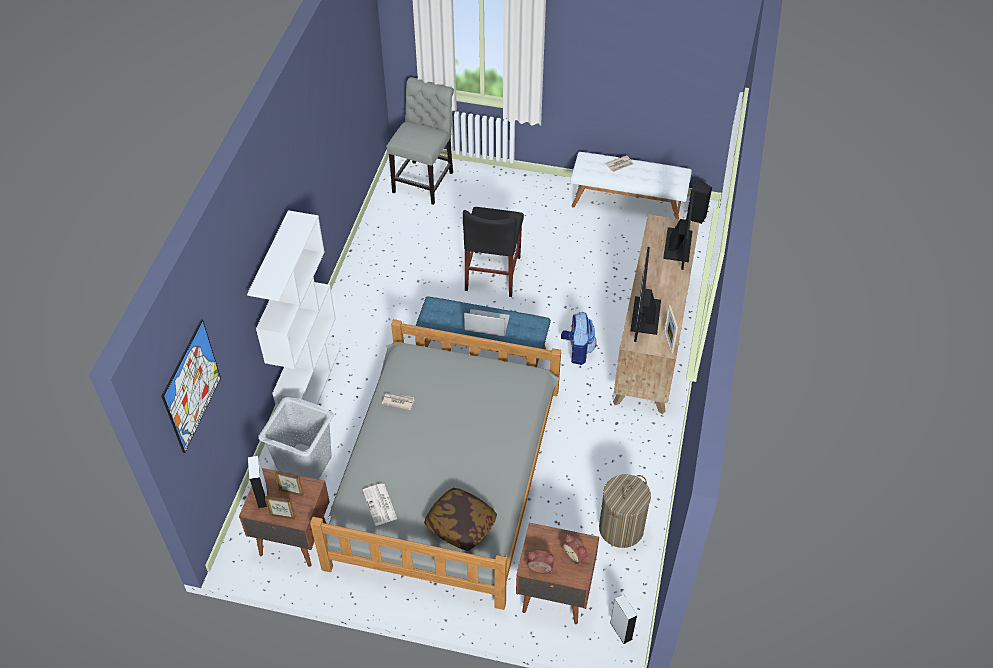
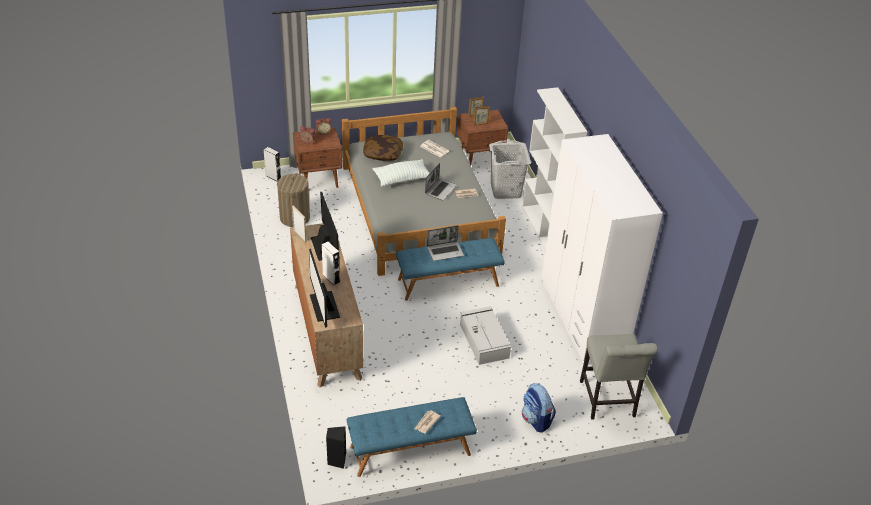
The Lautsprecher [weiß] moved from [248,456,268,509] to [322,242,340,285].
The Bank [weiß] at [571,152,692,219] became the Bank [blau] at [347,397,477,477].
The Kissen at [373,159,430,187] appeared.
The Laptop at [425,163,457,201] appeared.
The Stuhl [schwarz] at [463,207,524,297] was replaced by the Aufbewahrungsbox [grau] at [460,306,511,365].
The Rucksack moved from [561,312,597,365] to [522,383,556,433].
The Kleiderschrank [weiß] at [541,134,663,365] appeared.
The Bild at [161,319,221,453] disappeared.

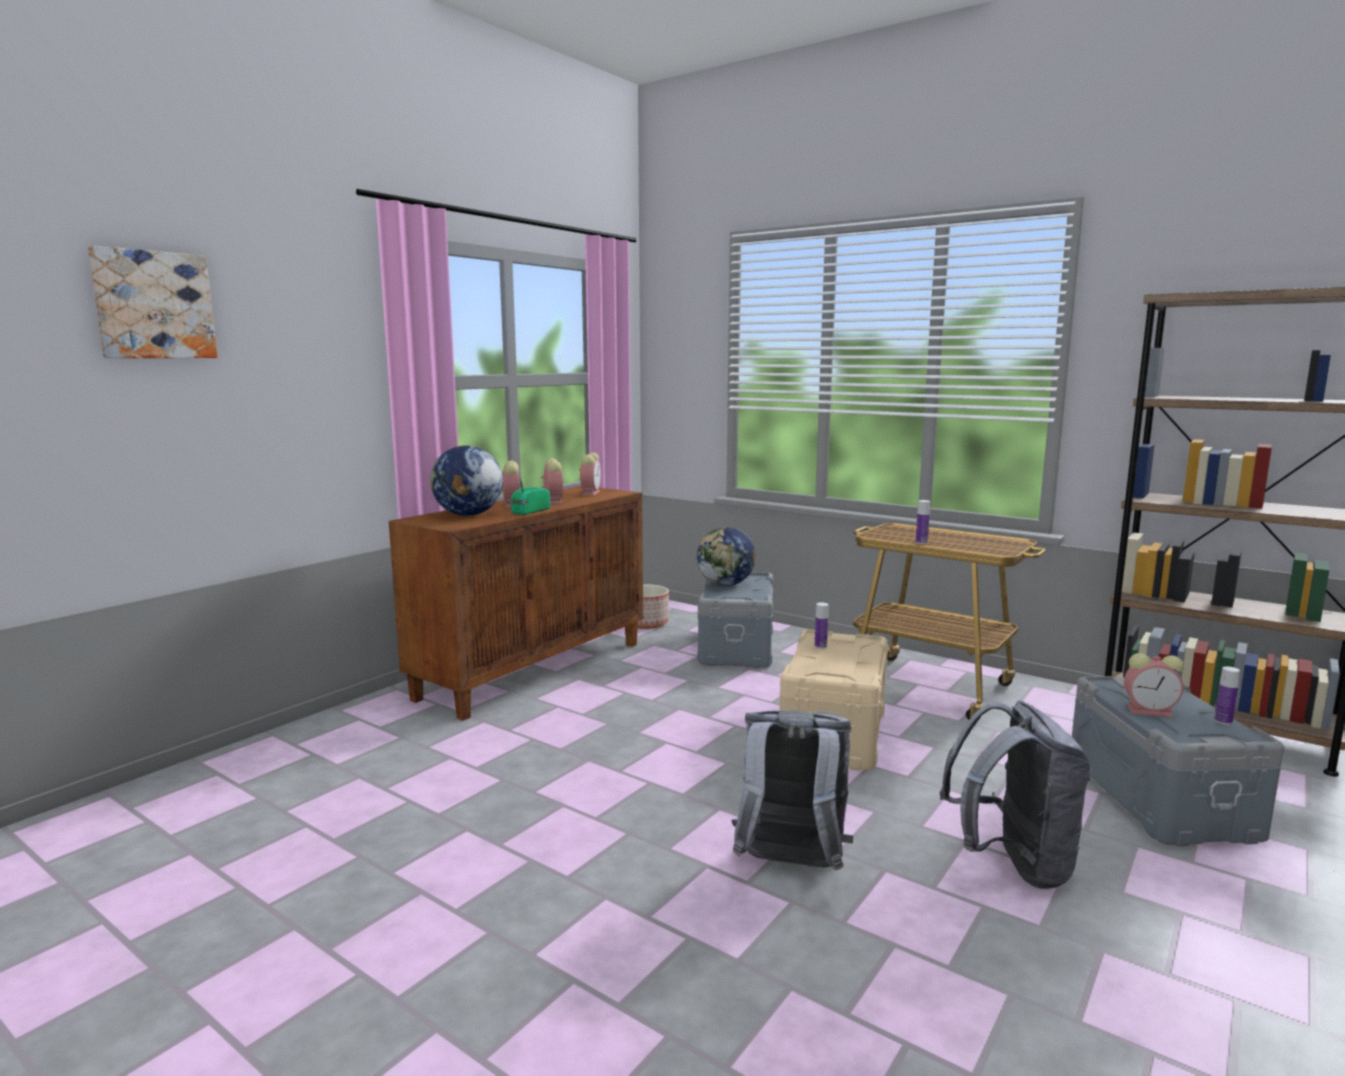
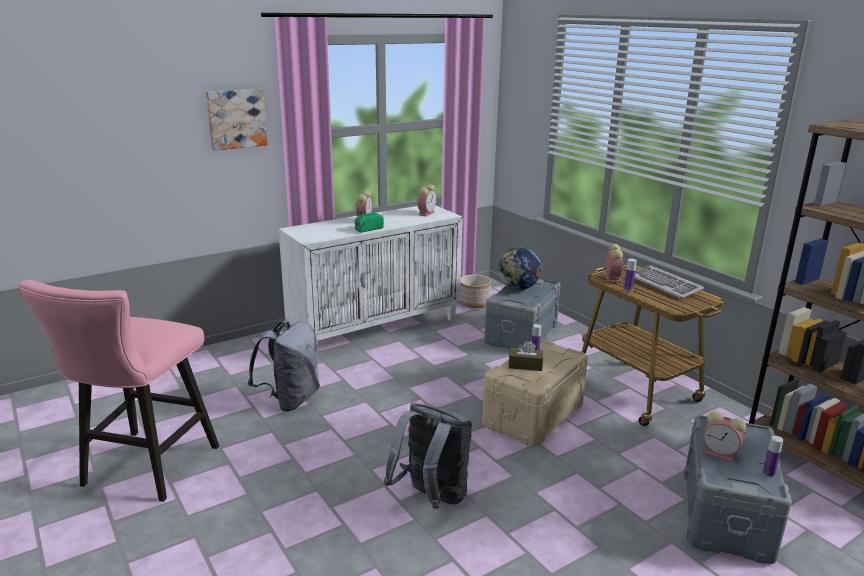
The Hocker [rosa] at [18,280,219,502] appeared.
The Bild moved from [88,246,217,358] to [206,89,268,150].
The Rucksack [grau] moved from [939,701,1091,889] to [248,320,320,411].
The Schrank [braun] at [389,486,643,721] became the Schrank [weiß] at [278,205,463,358].
The Taschentuchbox [braun] at [509,341,543,371] appeared.
The Wecker moved from [541,458,563,504] to [604,244,623,283].
The Tastatur at [635,265,704,299] appeared.
The Globus at [429,446,503,516] disappeared.

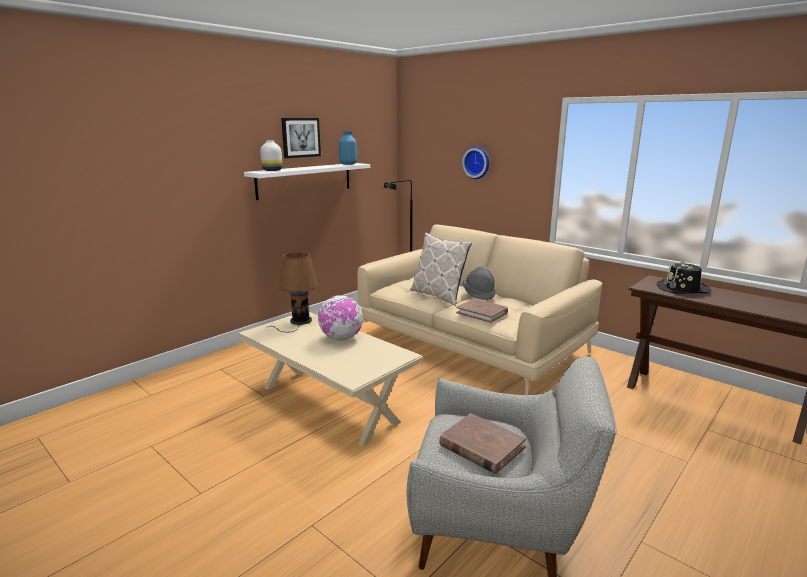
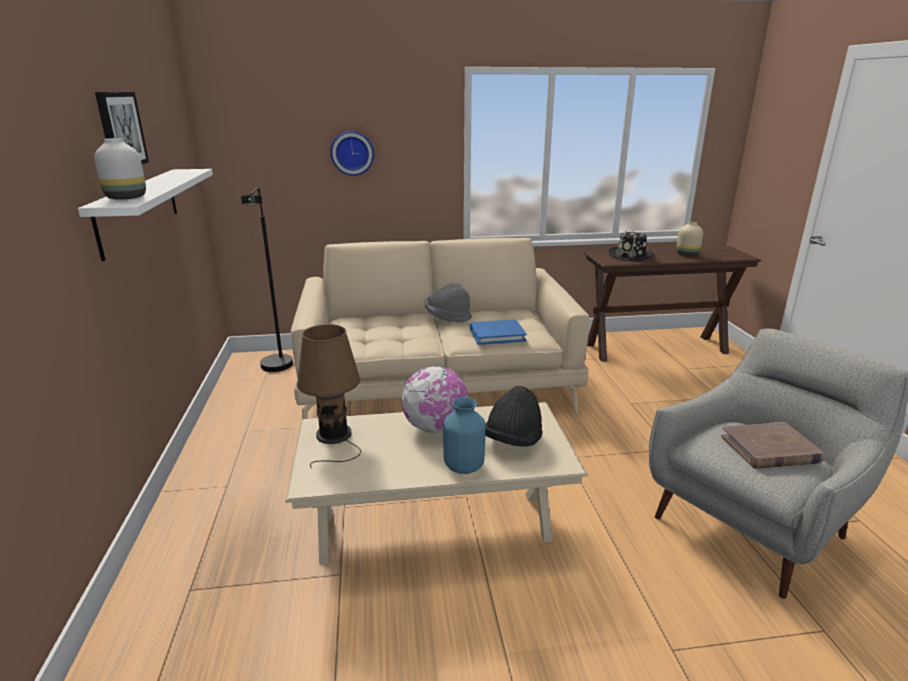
The Vase [blau] moved from [339,131,357,165] to [443,397,485,474].
The Buch [braun] at [456,299,508,323] became the Buch [blau] at [470,319,527,345].
The Hut [schwarz] at [485,386,542,447] appeared.
The Vase [beige] at [676,222,703,256] appeared.
The Kissen at [410,233,472,306] disappeared.

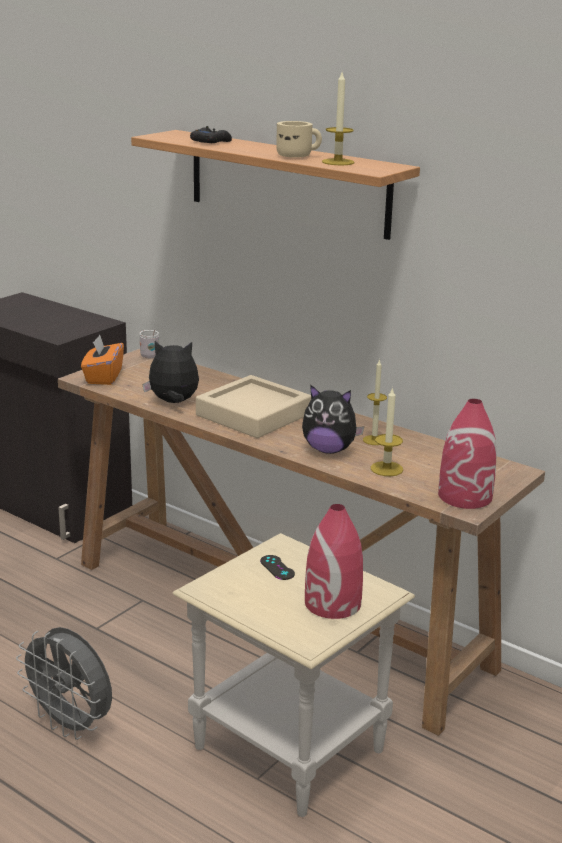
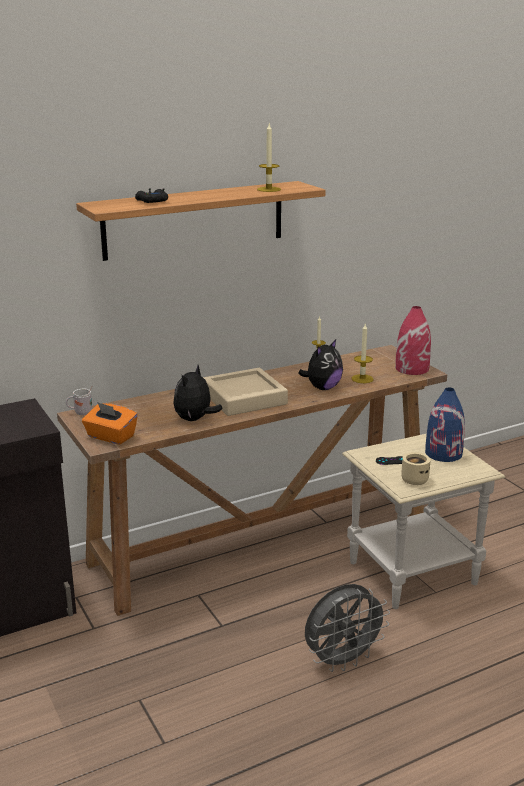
The Henkelbecher [beige] moved from [276,121,322,158] to [401,452,431,485].
The Vase [rot] at [305,504,363,619] became the Vase [blau] at [425,388,465,462].

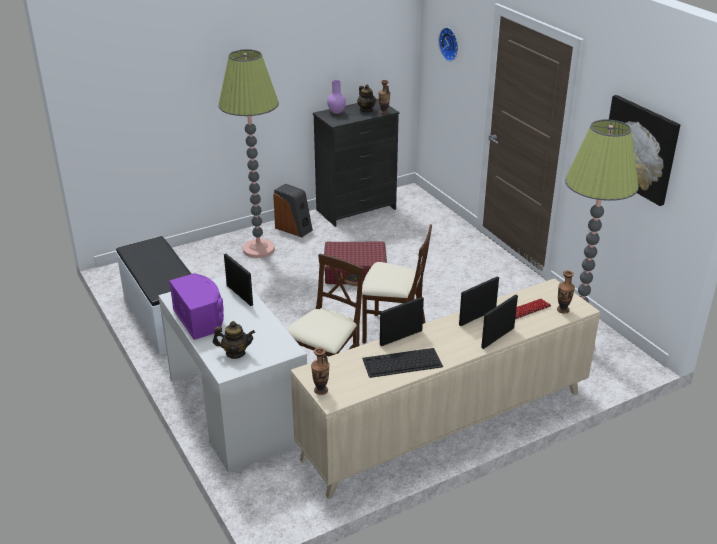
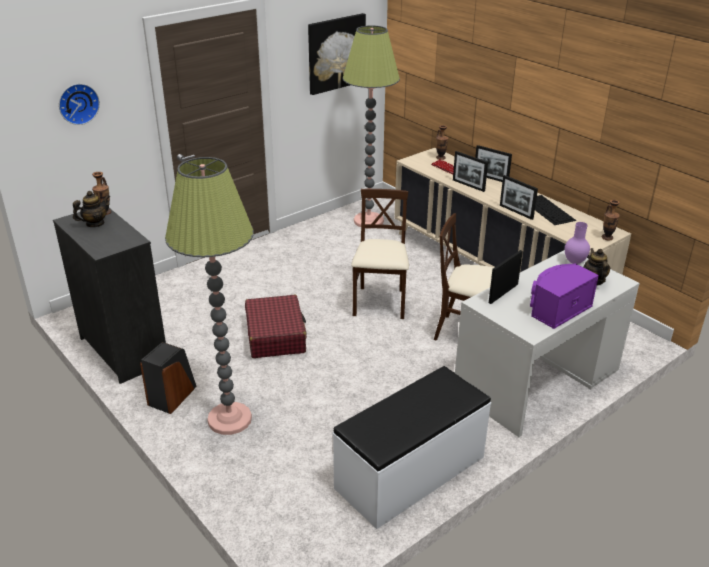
The Vase [lila] moved from [327,80,346,114] to [565,222,590,264].

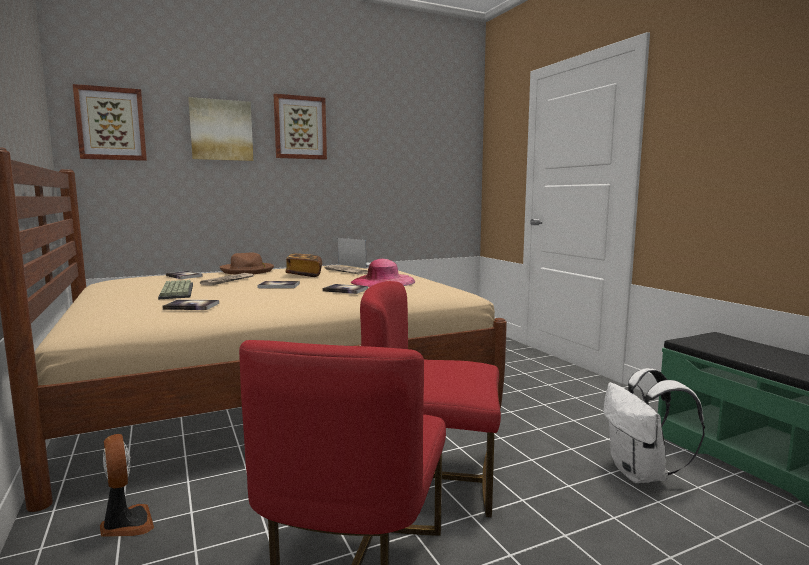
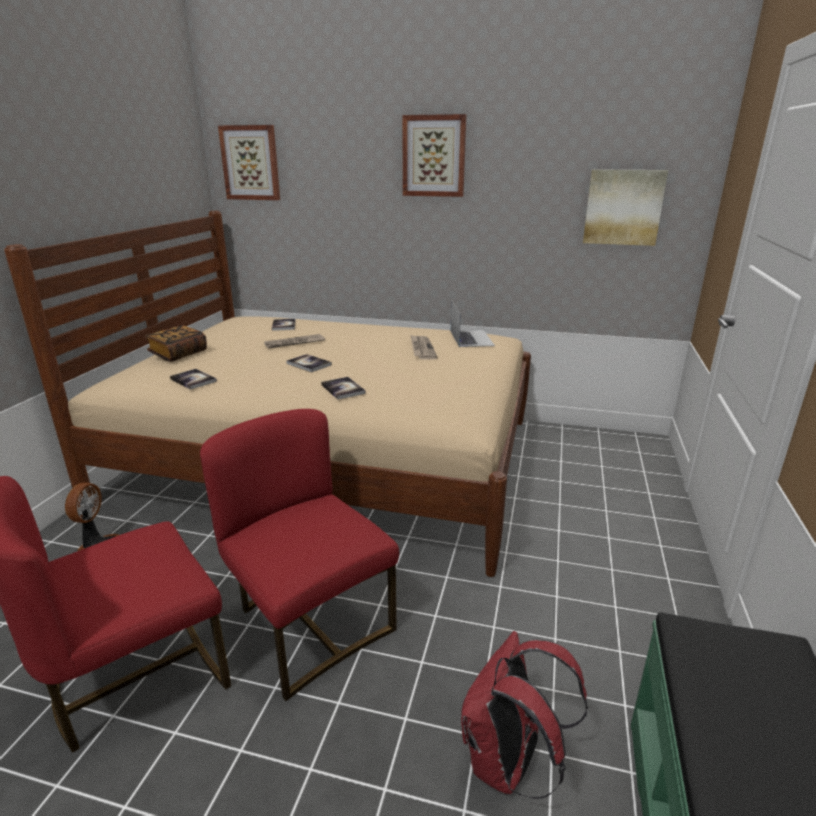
The Buch moved from [285,253,322,277] to [145,325,207,362].
The Rucksack [weiß] at [603,368,705,483] became the Rucksack [rot] at [461,631,588,799].
The Bild moved from [188,97,253,161] to [583,169,668,246].
The Tastatur at [158,280,193,300] disappeared.
The Hut [braun] at [220,253,274,275] disappeared.
The Hut [rosa] at [351,259,415,287] disappeared.

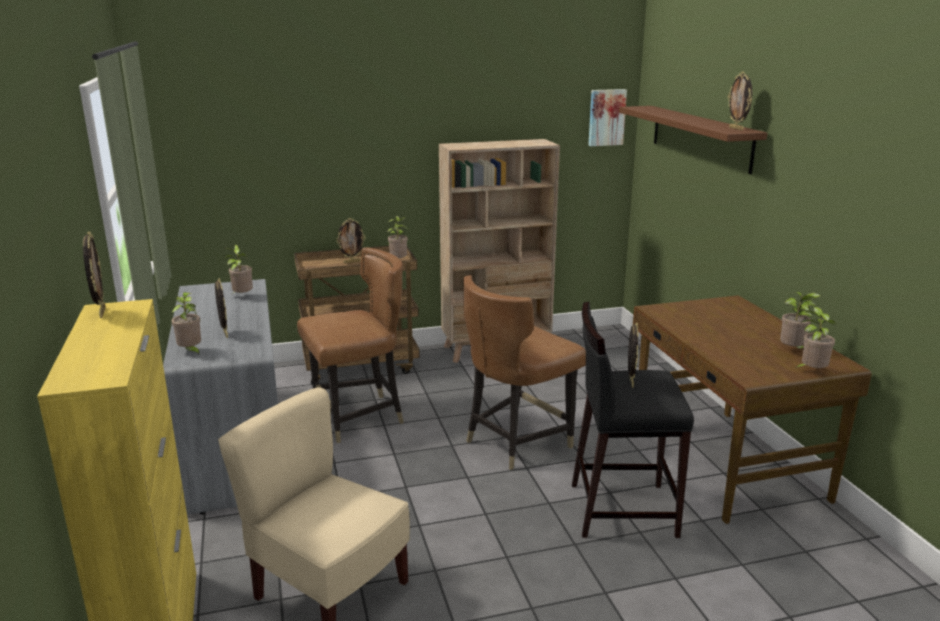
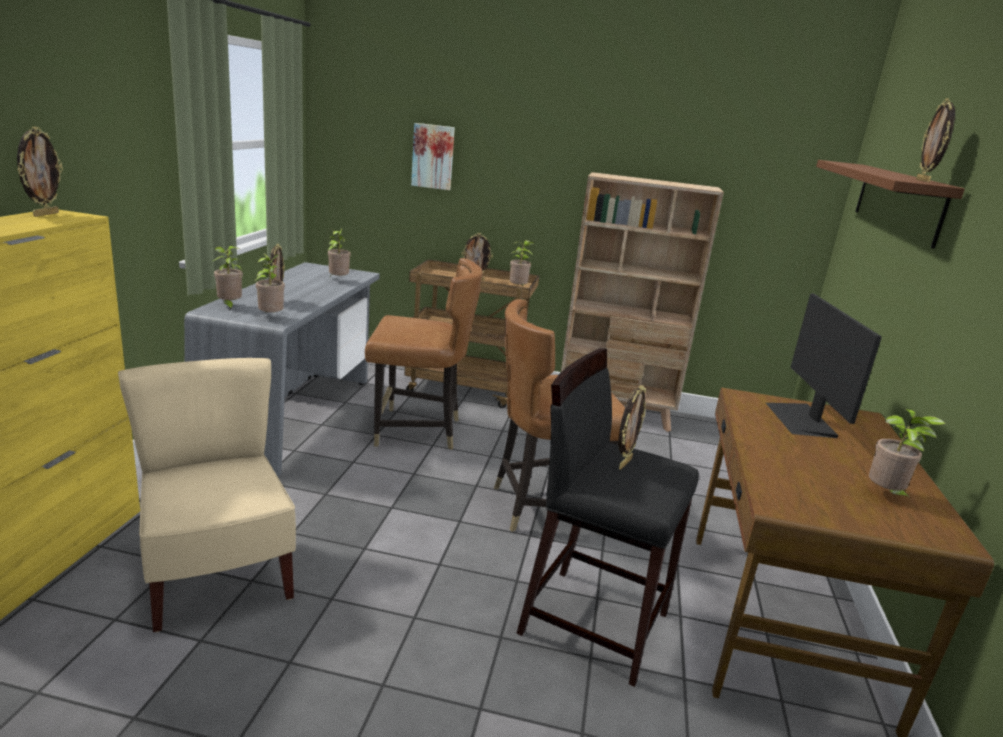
The Topfpflanze moved from [795,307,836,368] to [255,253,285,312].
The Bild moved from [588,89,627,146] to [411,123,455,190].
The Monitor at [766,293,882,438] appeared.

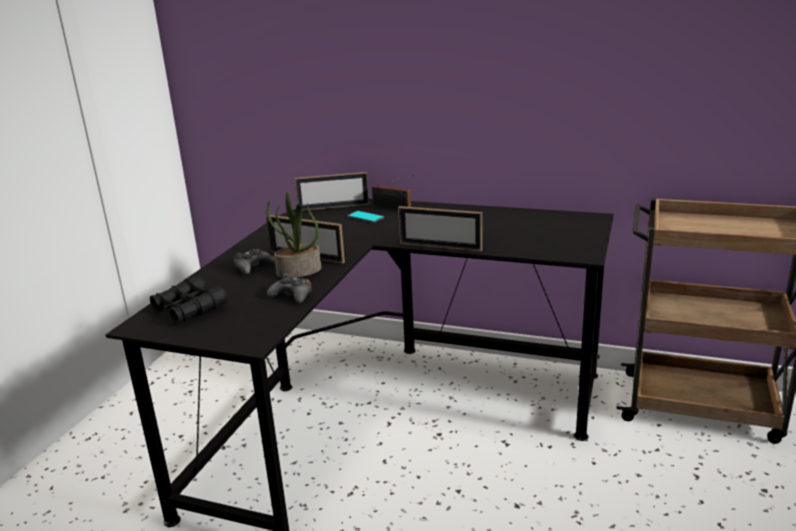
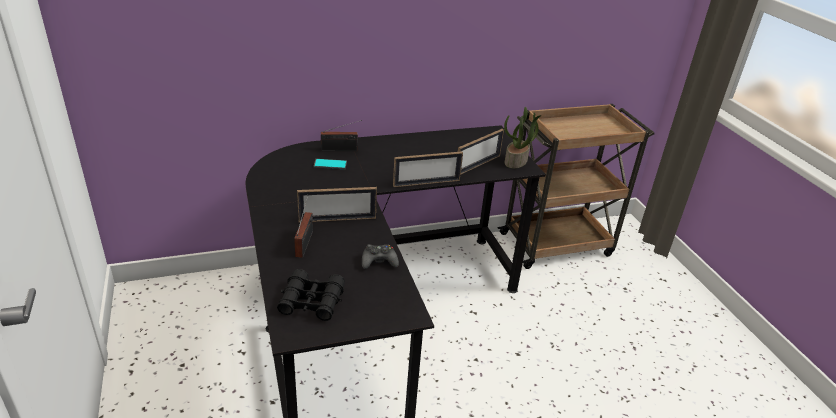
The Gamepad [schwarz] at [234,249,275,274] was replaced by the Radio at [294,195,313,258].
The Bilderrahmen moved from [294,172,370,211] to [458,129,504,174].
The Topfpflanze moved from [266,192,322,278] to [504,107,542,168].

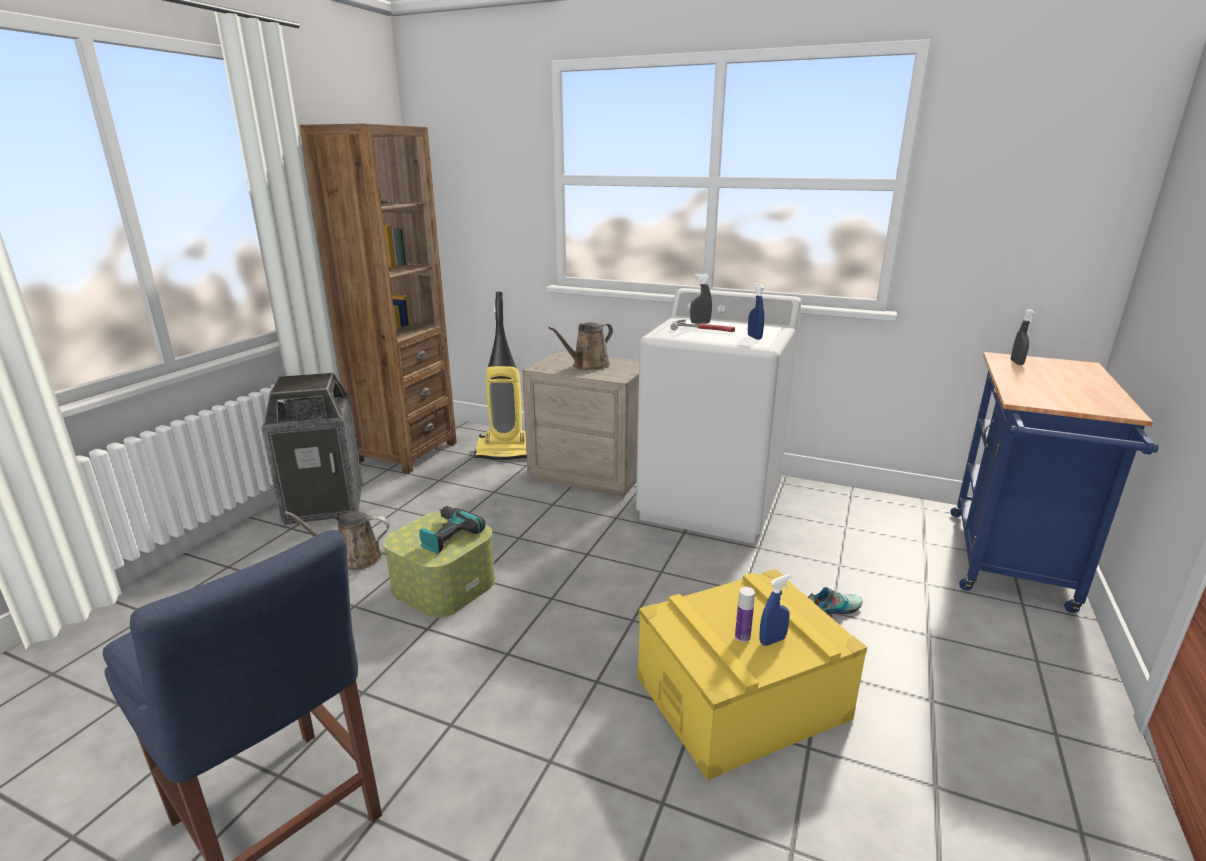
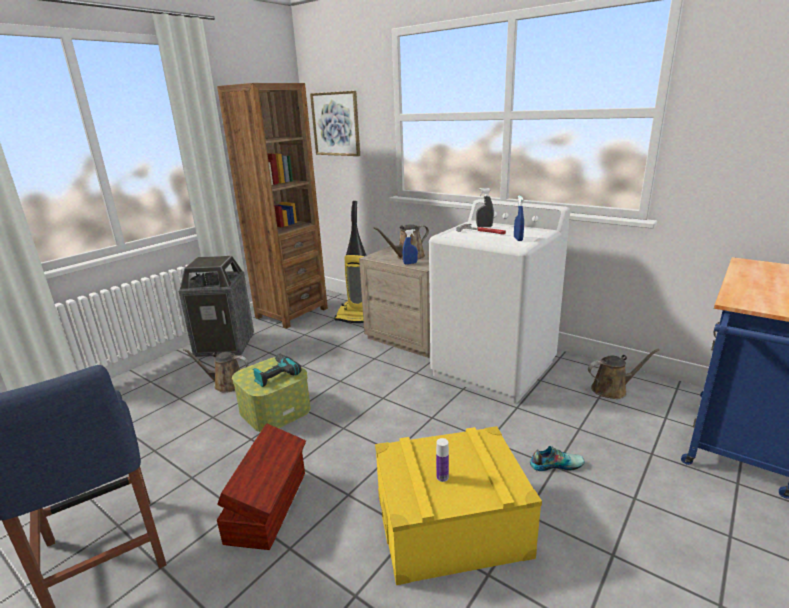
The Aufbewahrungsbox [braun] at [217,423,306,550] appeared.
The Bild at [310,91,360,156] appeared.
The Sprühflasche [blau] moved from [760,574,791,646] to [403,229,418,264].
The Gießkanne [braun] at [588,349,659,399] appeared.
The Sprühflasche [grau] at [1011,309,1035,365] disappeared.

